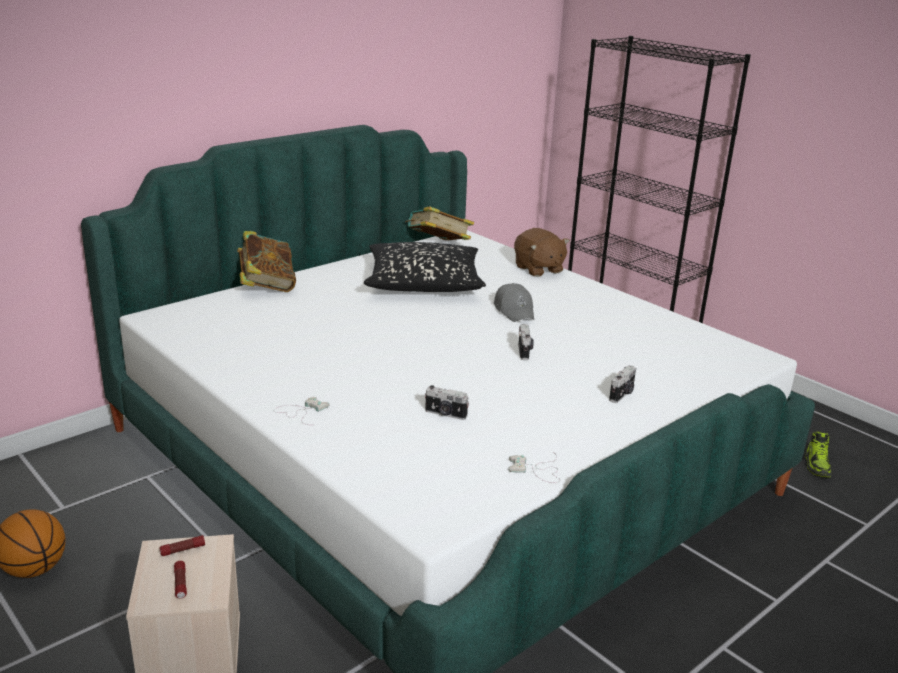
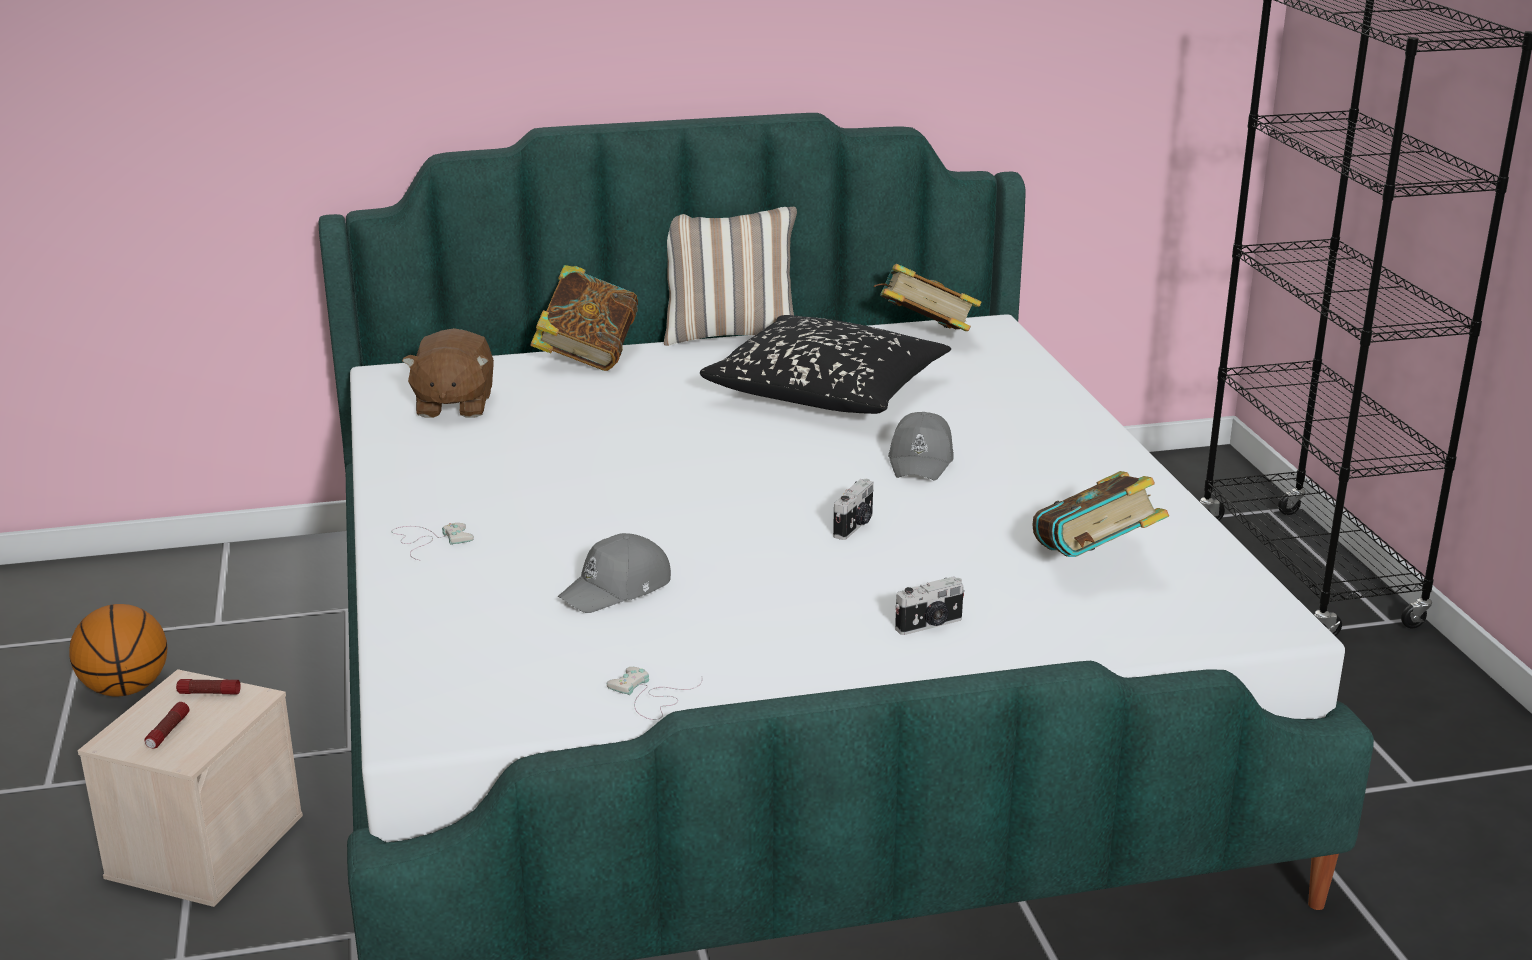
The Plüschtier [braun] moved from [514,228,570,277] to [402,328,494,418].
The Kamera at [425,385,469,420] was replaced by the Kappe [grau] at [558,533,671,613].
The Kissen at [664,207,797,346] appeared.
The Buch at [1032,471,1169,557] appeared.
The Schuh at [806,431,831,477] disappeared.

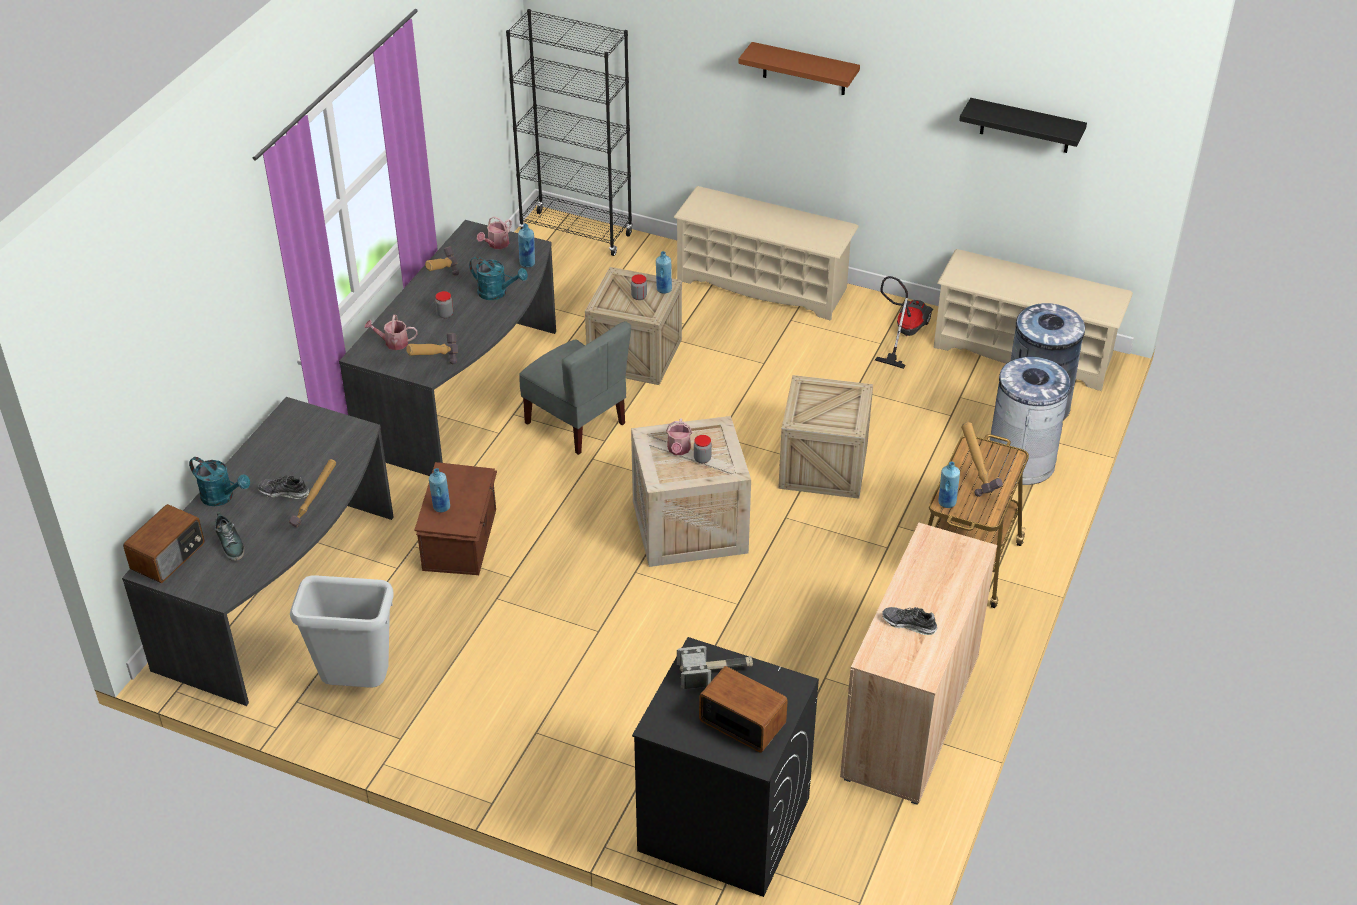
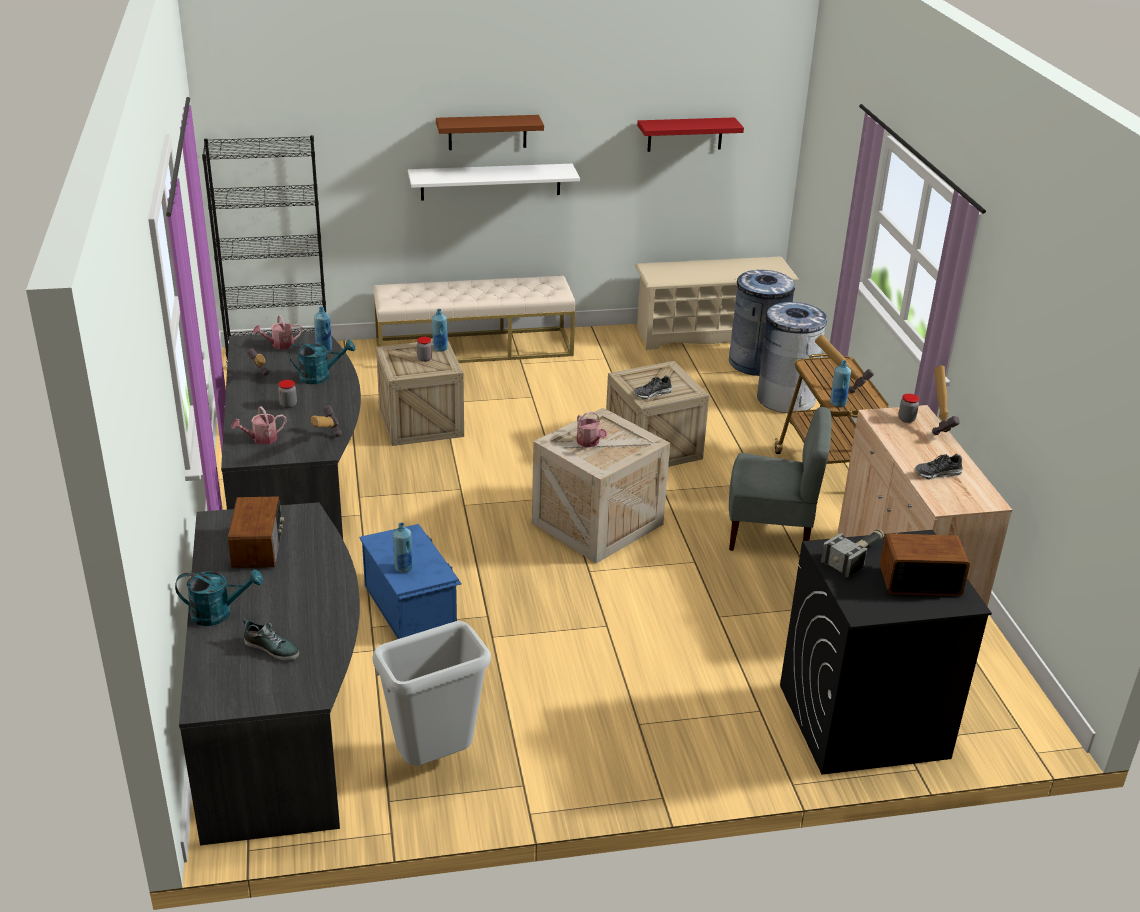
The Radio moved from [123,504,204,583] to [228,496,284,568].
The Gießkanne at [477,216,512,249] turned 60 degrees clockwise.
The Aufbewahrungsbox [braun] at [414,462,497,575] became the Aufbewahrungsbox [blau] at [359,524,462,639].
The Schuhregal [beige] at [673,186,859,321] was replaced by the Bank [beige] at [373,276,575,363].
The Wandregal [weiß] at [408,164,580,201] appeared.
The Schuh moved from [258,476,309,499] to [634,376,672,399].
The Wandregal [schwarz] at [959,98,1087,153] became the Wandregal [rot] at [637,117,744,152].
The Stuhl [grau] moved from [519,321,631,455] to [729,407,832,551].
The Vorratsglas moved from [694,435,712,463] to [898,394,919,423].
The Hammer moved from [289,459,336,528] to [932,365,960,435].
The Staubsauger at [875,276,933,369] disappeared.

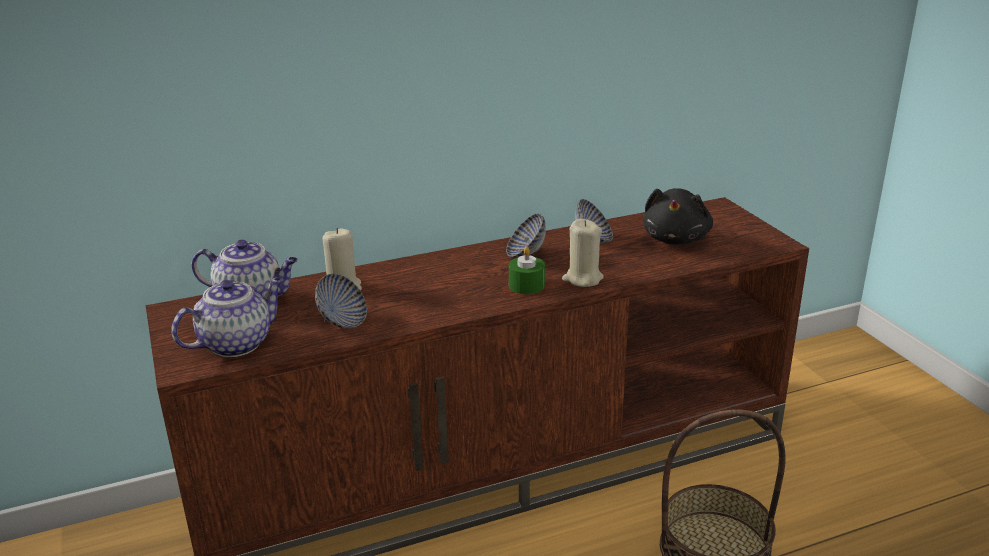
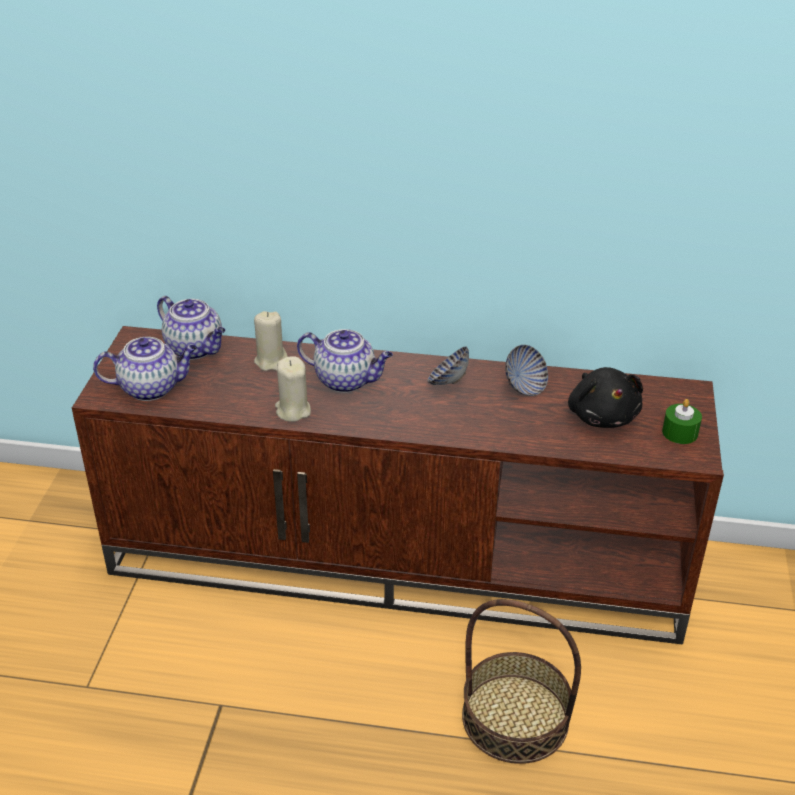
The Kerze [beige] moved from [562,219,604,287] to [275,356,311,422].
The Teekanne at [297,329,393,393] appeared.
The Plüschtier [schwarz] at [643,188,713,245] turned 60 degrees counterclockwise.
The Kerze [grün] moved from [509,246,545,294] to [662,399,702,444].
The Schüssel at [315,274,367,329] disappeared.

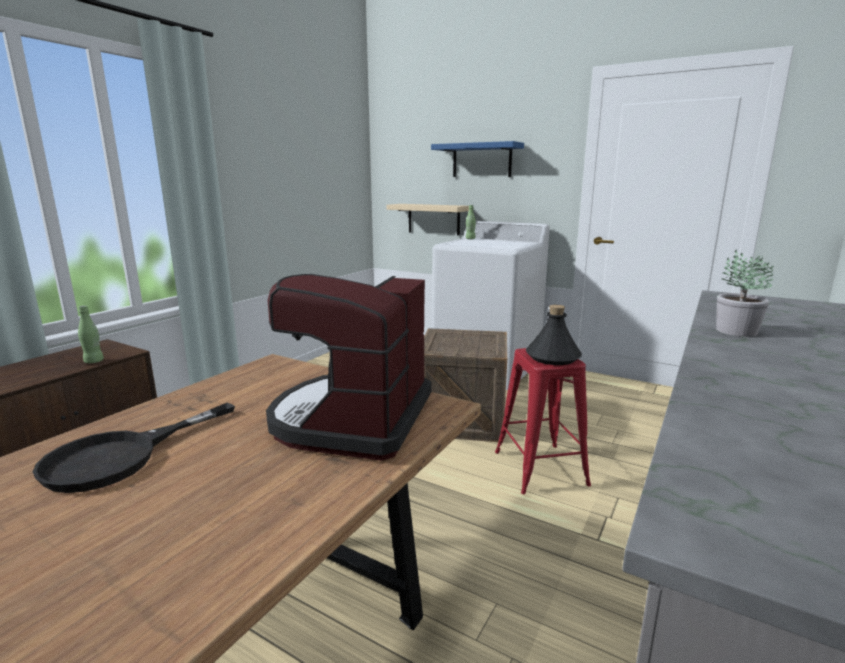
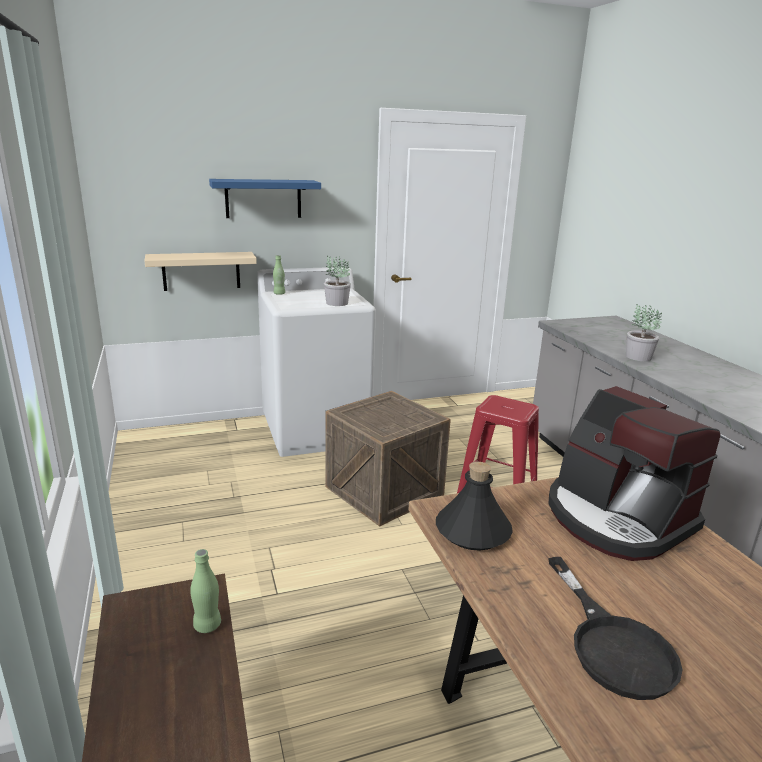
The Topfpflanze at [324,256,351,306] appeared.
The Flasche [schwarz] moved from [526,305,582,365] to [436,462,513,551].

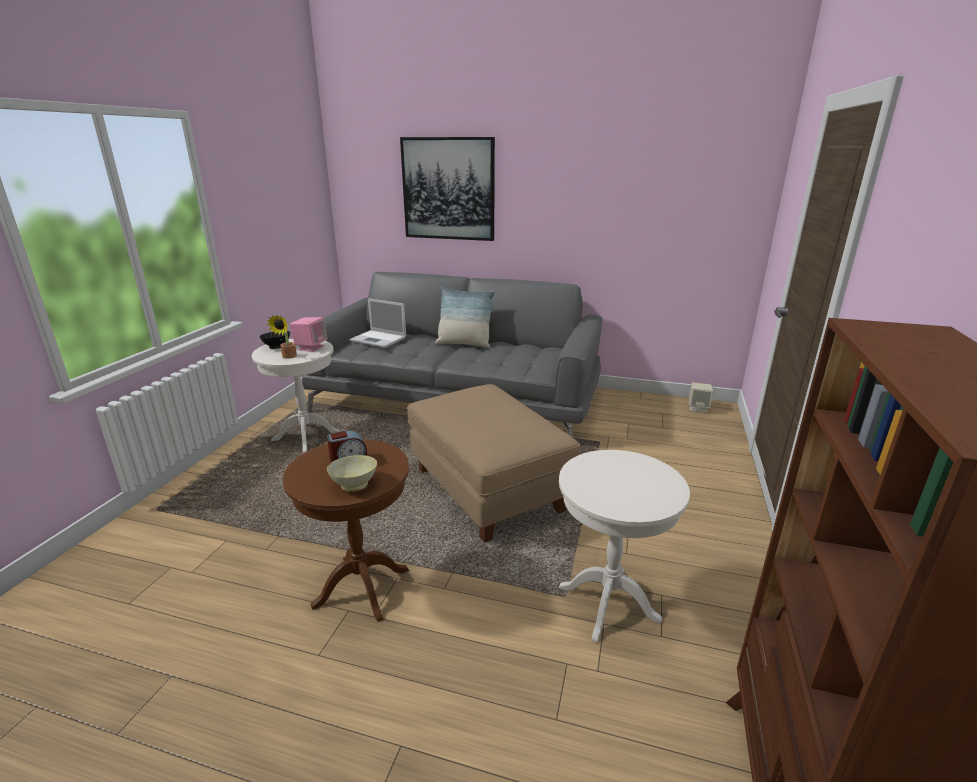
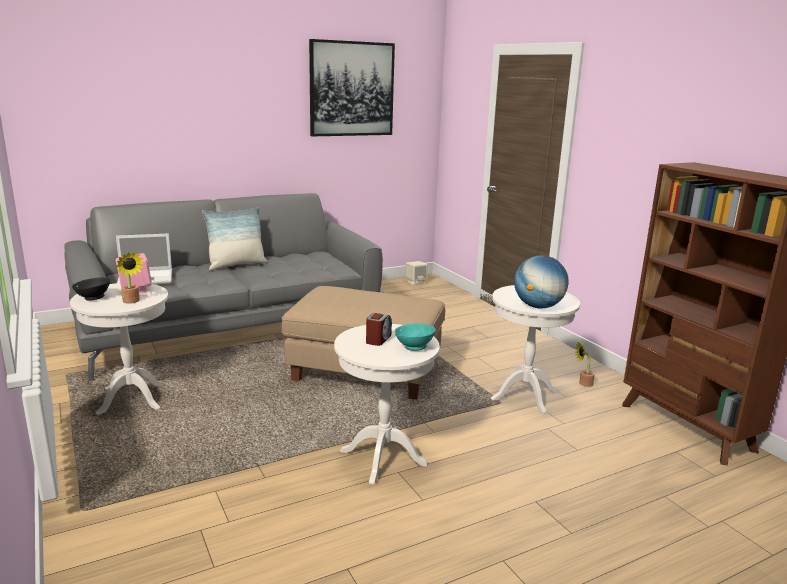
The Bild moved from [400,137,495,241] to [309,39,395,136].
The Beistelltisch [braun] at [283,439,409,622] became the Beistelltisch [weiß] at [334,324,440,485].
The Schüssel [beige] at [327,455,377,491] became the Schüssel [türkis] at [394,323,436,351].
The Globus at [514,255,569,308] appeared.
The Topfpflanze at [575,342,595,387] appeared.

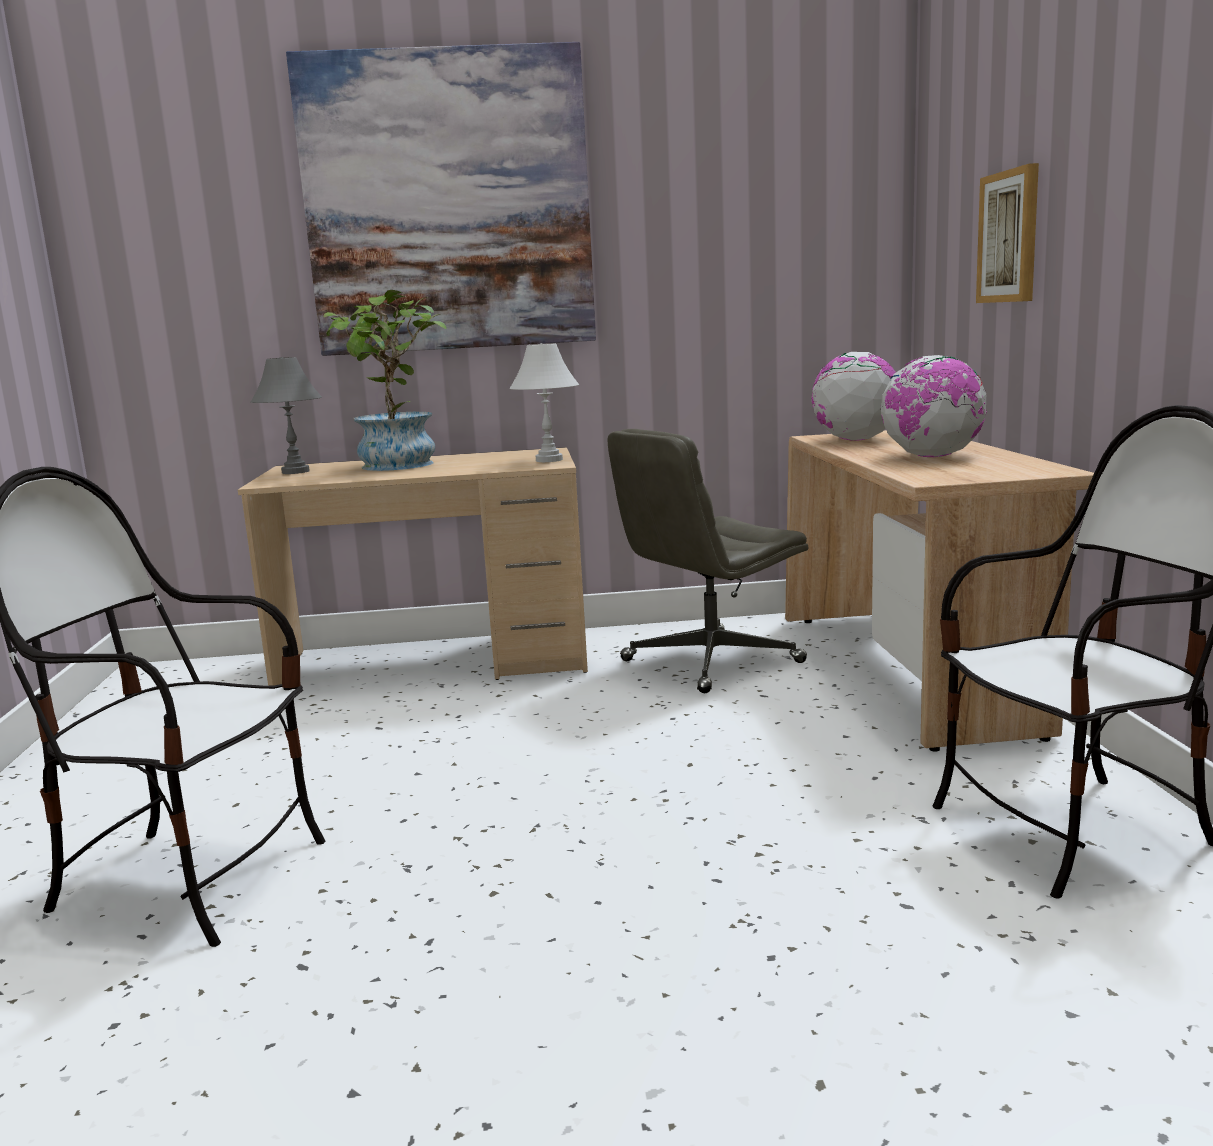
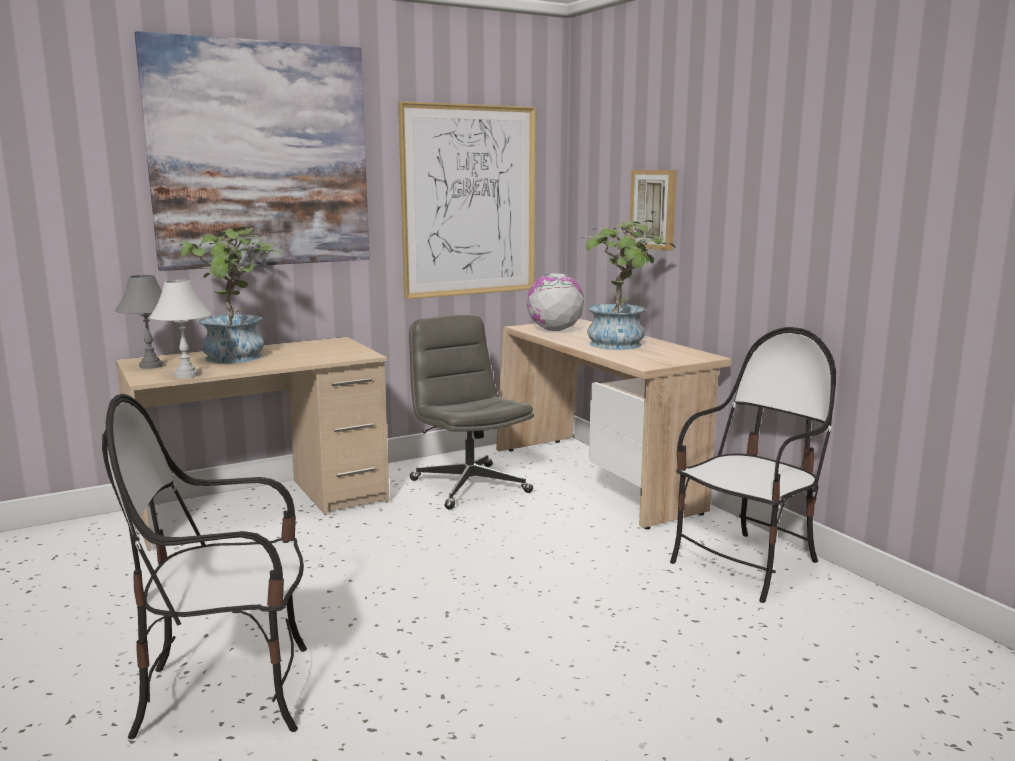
The Tischlampe [weiß] moved from [509,343,579,462] to [150,280,211,378].
The Bild at [398,101,536,299] appeared.
The Bürostuhl [grau] at [607,429,808,693] turned 120 degrees clockwise.
The Globus at [881,355,987,457] was replaced by the Topfpflanze at [582,220,675,350].

